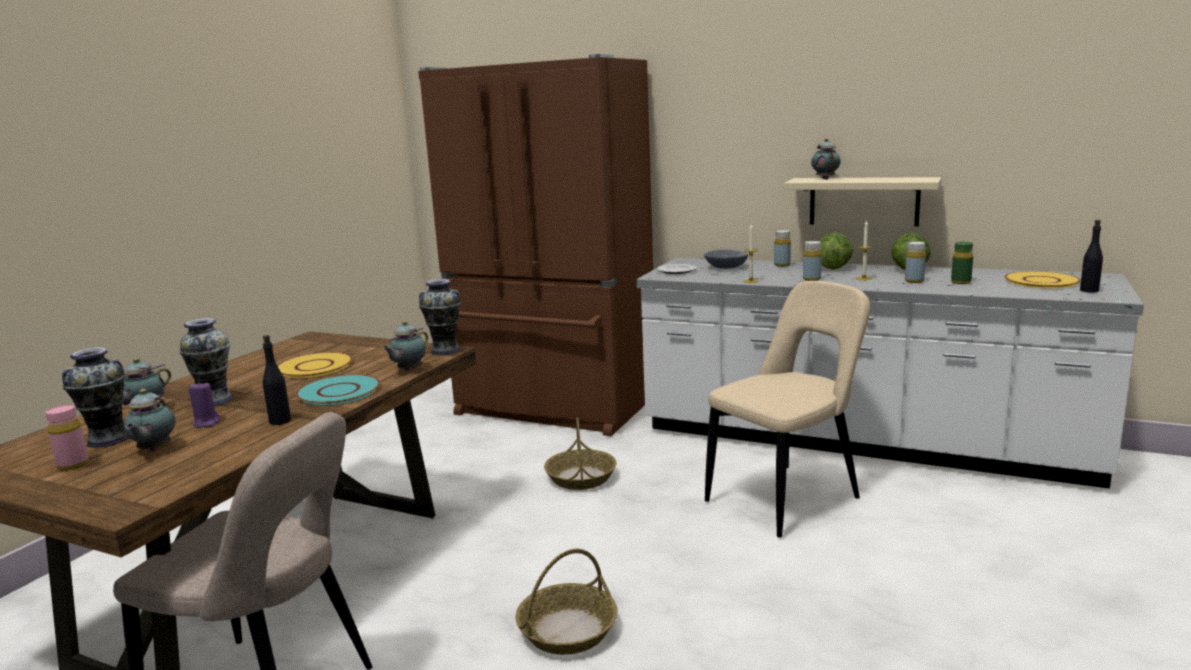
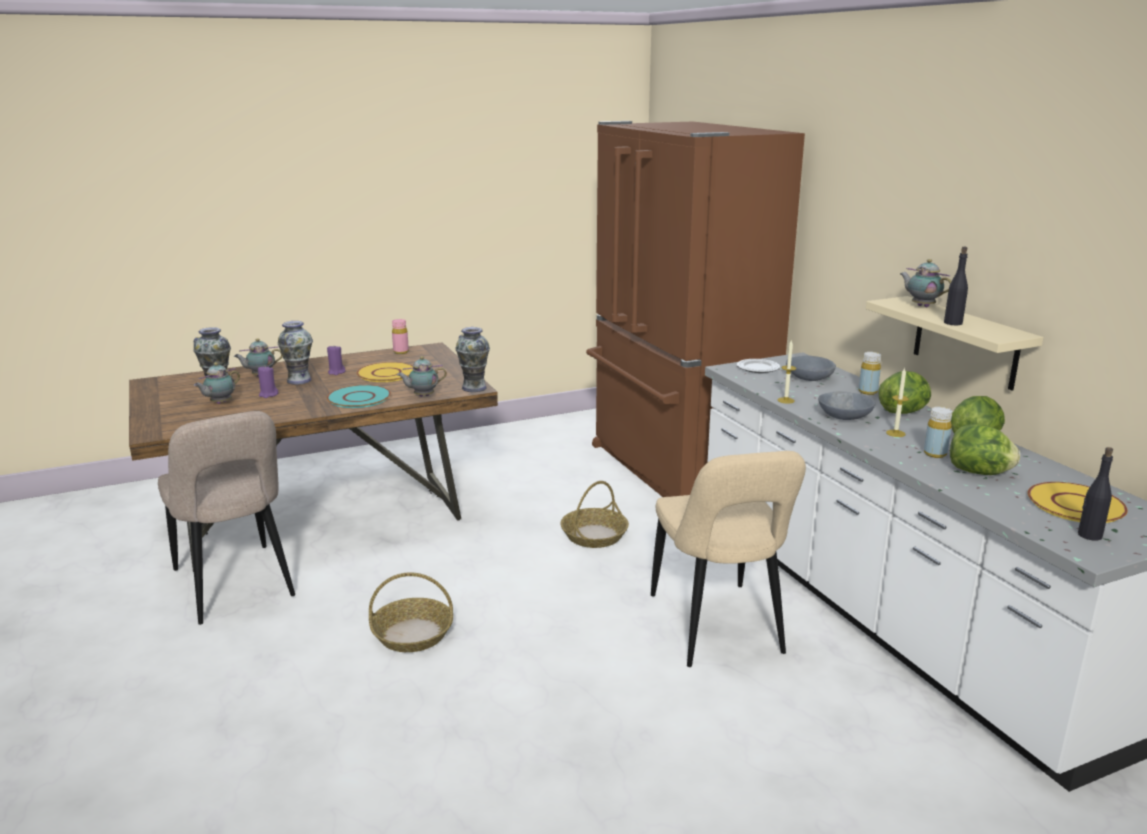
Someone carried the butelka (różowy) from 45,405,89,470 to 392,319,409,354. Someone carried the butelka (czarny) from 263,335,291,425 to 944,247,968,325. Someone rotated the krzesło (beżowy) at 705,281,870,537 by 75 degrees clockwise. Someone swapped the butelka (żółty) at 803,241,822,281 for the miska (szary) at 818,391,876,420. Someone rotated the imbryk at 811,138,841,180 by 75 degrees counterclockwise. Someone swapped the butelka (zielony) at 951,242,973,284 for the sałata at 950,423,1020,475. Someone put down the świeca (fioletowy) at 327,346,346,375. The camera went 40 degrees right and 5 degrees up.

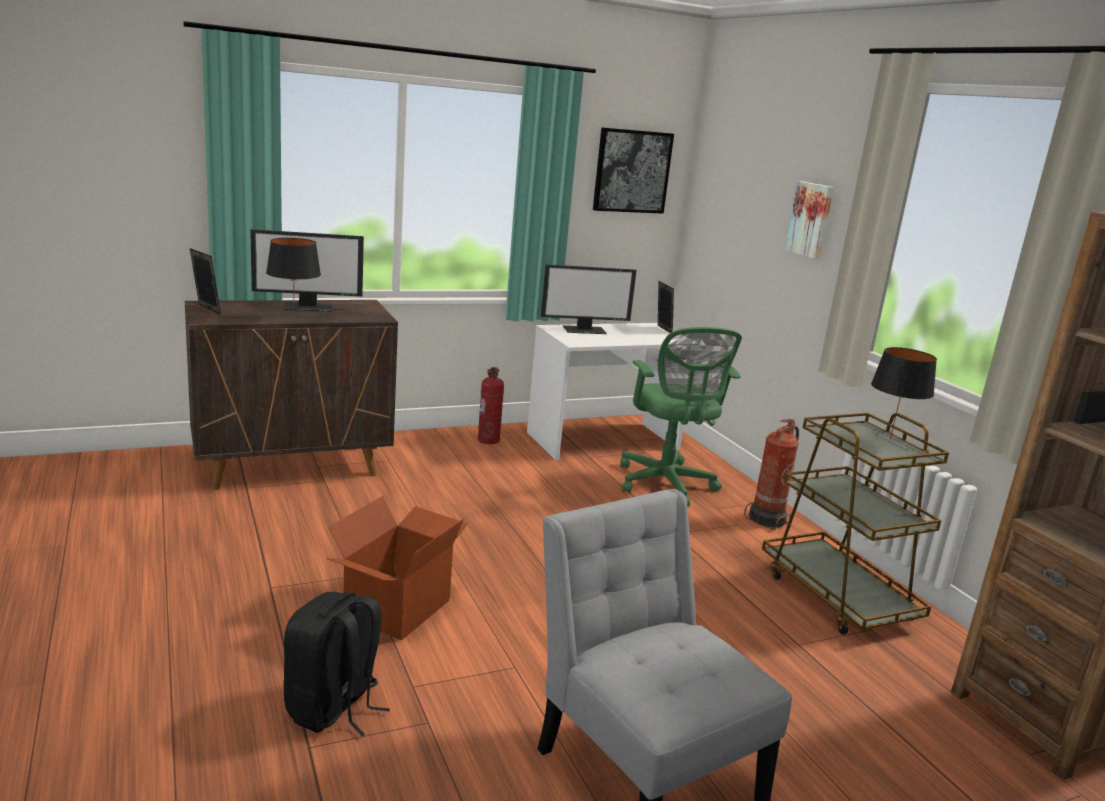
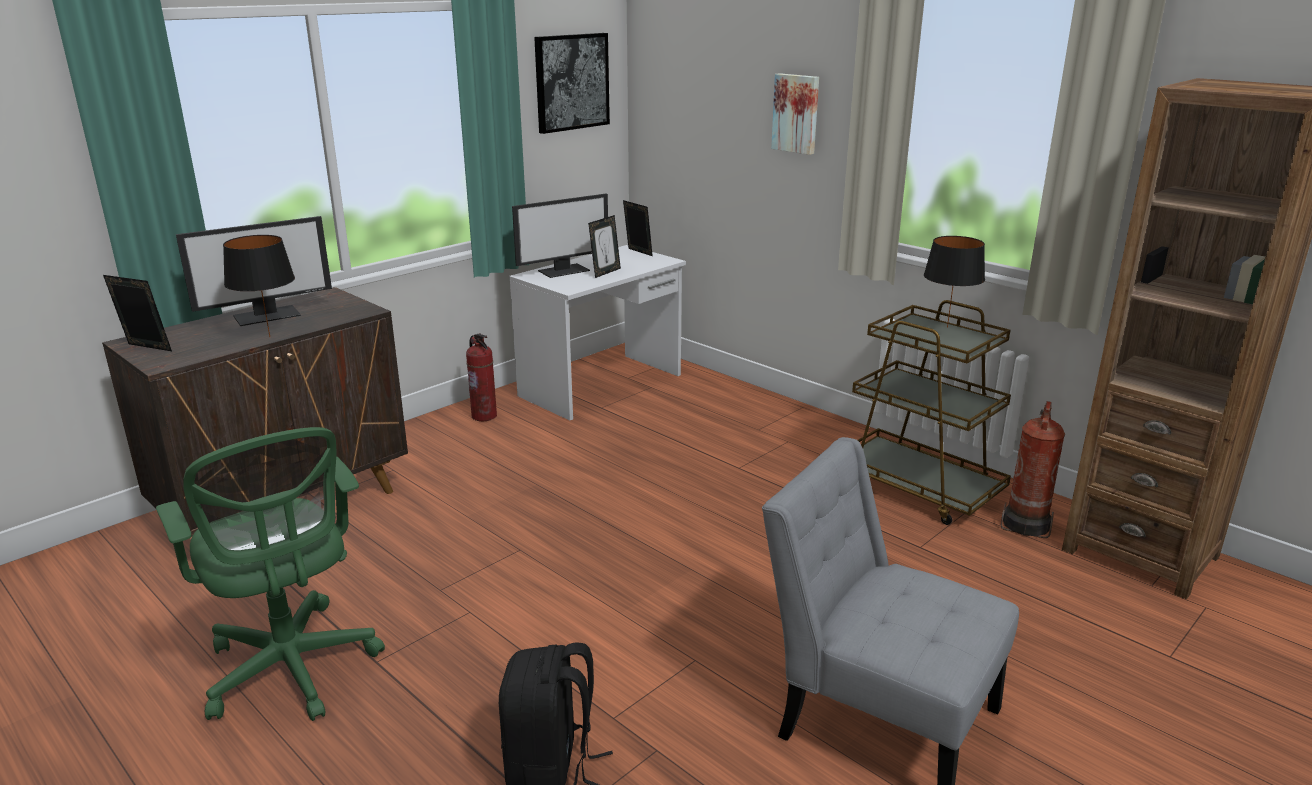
Someone took away the karton at 326,496,468,640. Someone carried the krzesło biurowe (zielony) from 620,327,742,507 to 156,427,385,721. Someone carried the gaśnica from 744,419,799,530 to 1000,401,1065,538. Someone put down the ramka na zdjęcie at 588,215,621,278. The camera went 20 degrees left and 5 degrees up.

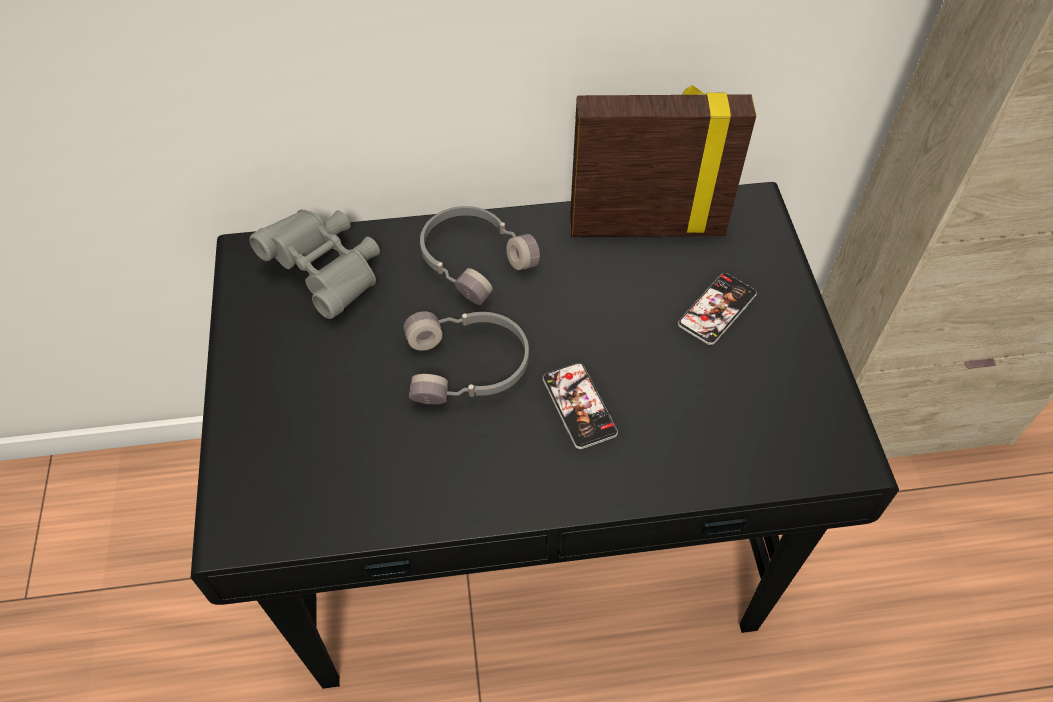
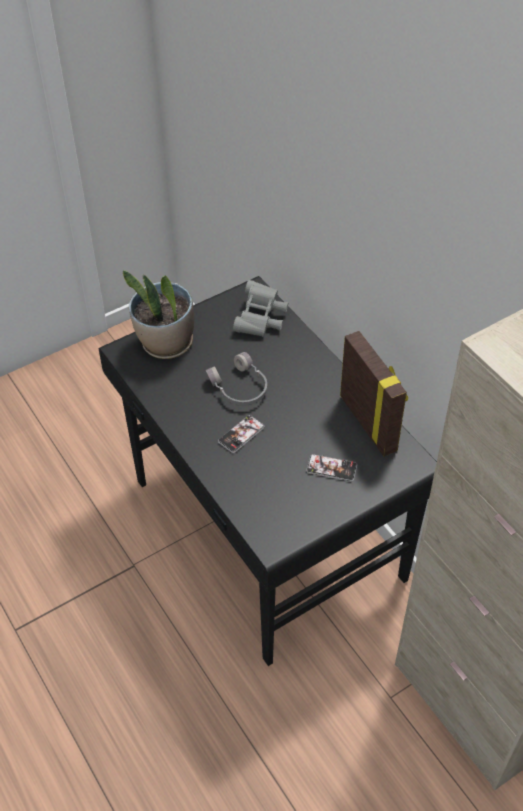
Someone took away the słuchawki (szary) at 420,206,540,305. Someone put down the roślina doniczkowa at 123,270,194,359. The camera went 65 degrees right and 5 degrees down.

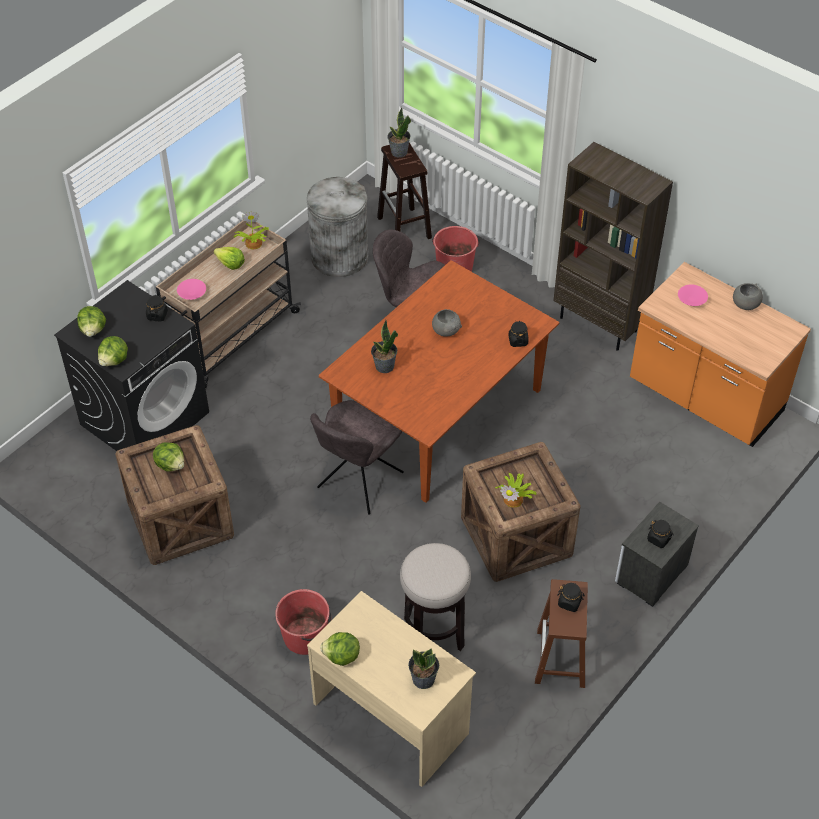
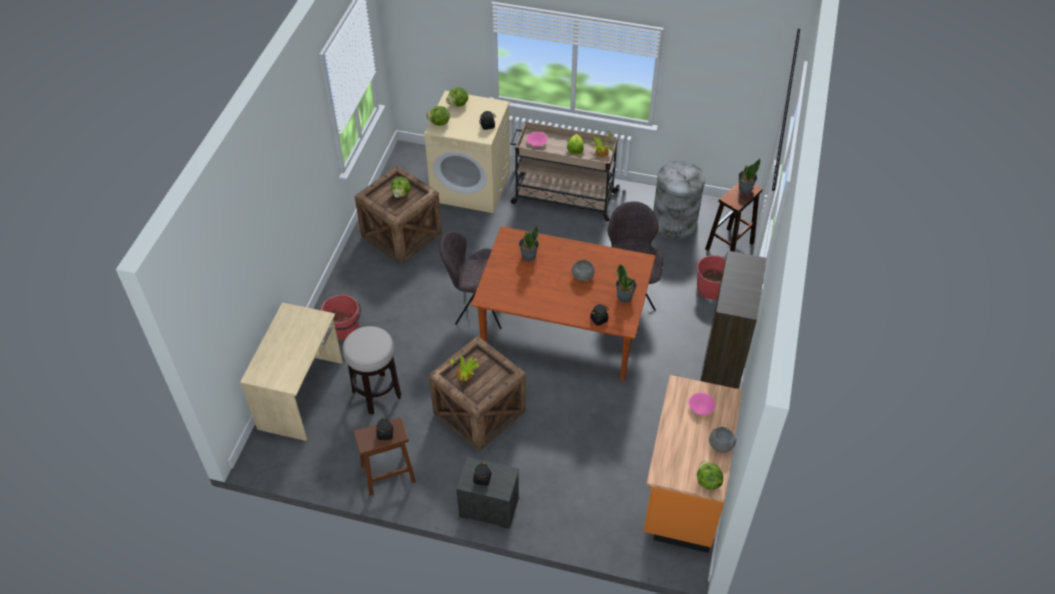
Someone repainted the pralka (czarny) at 54,280,209,451, which became the pralka (beżowy) at 424,91,510,213. Someone carried the sałata from 320,632,360,666 to 697,461,723,490. Someone carried the roślina doniczkowa from 408,648,439,689 to 616,264,637,303. The camera went 65 degrees right and 0 degrees up.

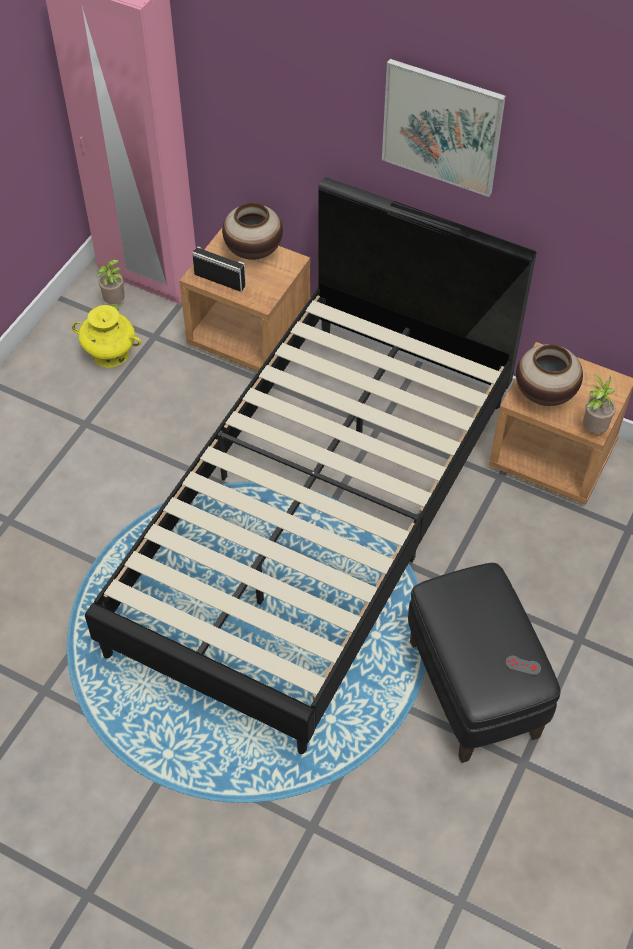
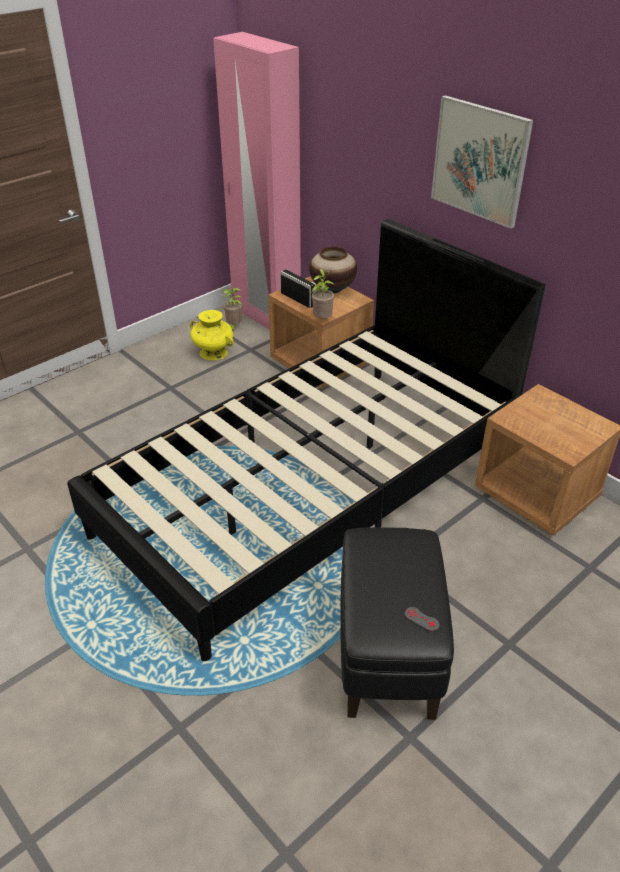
Someone took away the wazon at 516,344,583,406. Someone carried the roślina doniczkowa from 583,374,616,434 to 312,269,335,318. The camera went 20 degrees right and 15 degrees down.

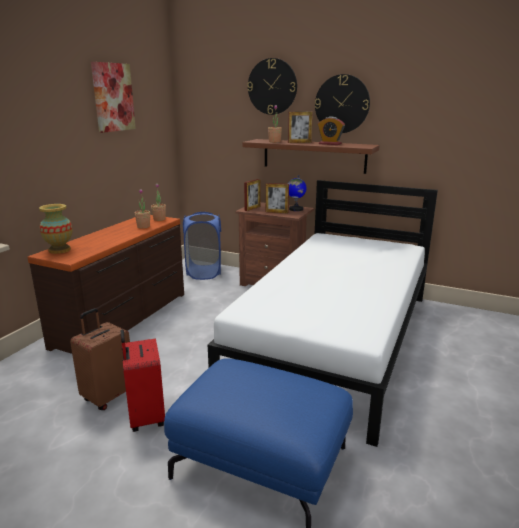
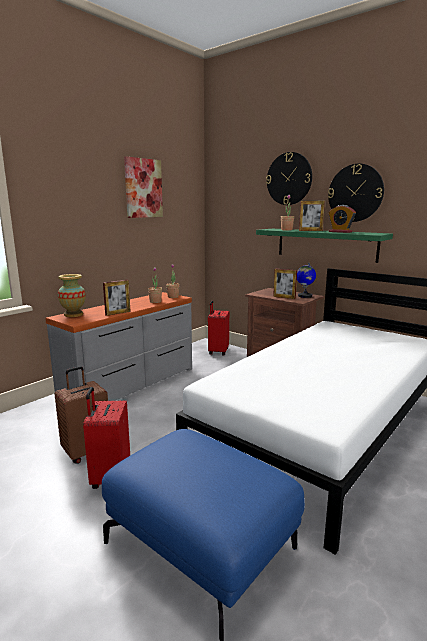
Someone repainted the komoda (brązowy) at 27,215,184,354, which became the komoda (szary) at 45,292,192,401. Someone swapped the kosz na pranie (niebieski) at 183,212,221,280 for the walizka (czerwony) at 208,301,229,355. Someone repainted the półka (brązowy) at 242,139,380,174, which became the półka (zielony) at 256,229,393,263. Someone carried the ramka na zdjęcie from 244,179,261,211 to 103,280,131,316. The camera went 15 degrees right and 5 degrees down.

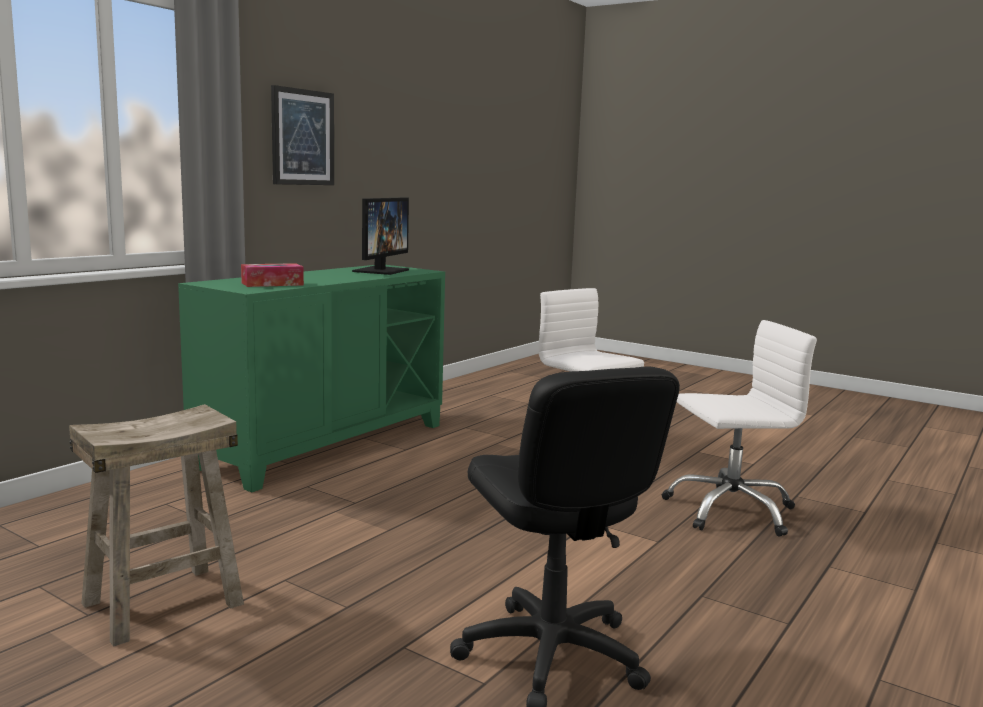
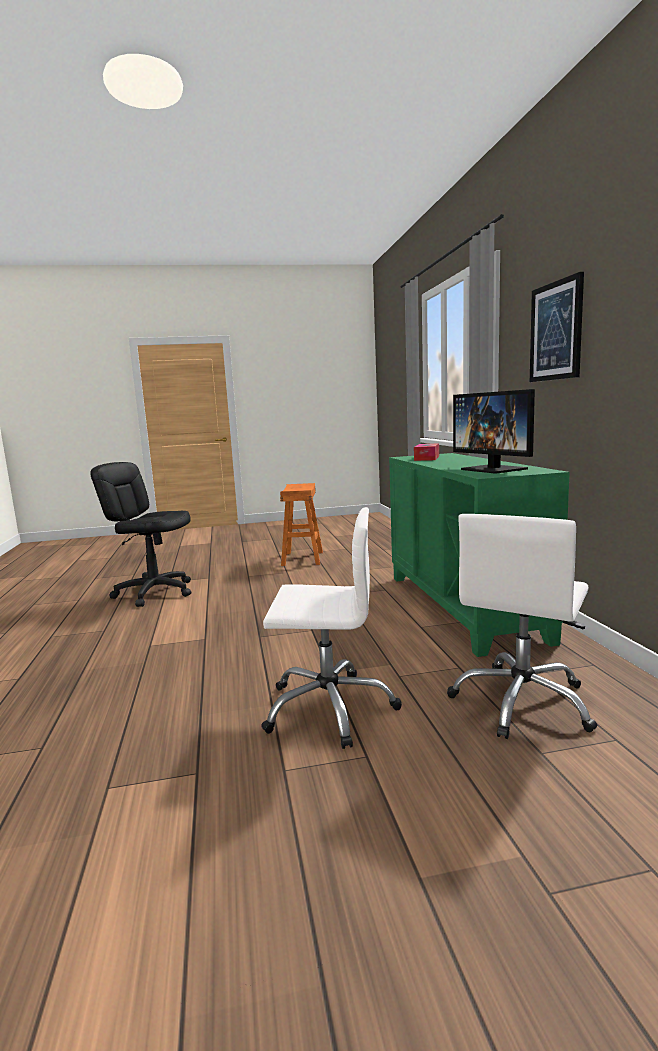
Someone repainted the stołek (beżowy) at 69,404,244,647, which became the stołek (pomarańczowy) at 280,483,323,566. Someone carried the krzesło biurowe (biały) from 662,320,817,537 to 447,514,597,739. The camera went 135 degrees right and 0 degrees up.

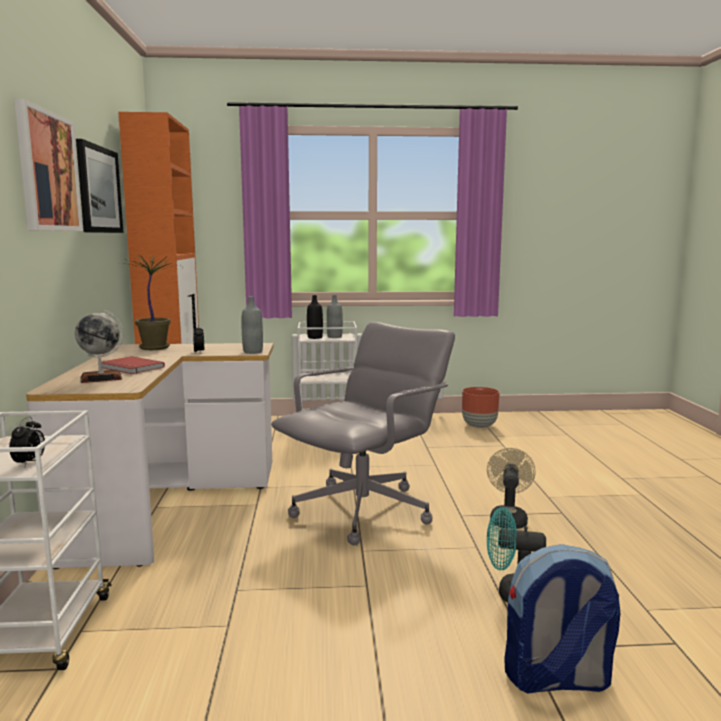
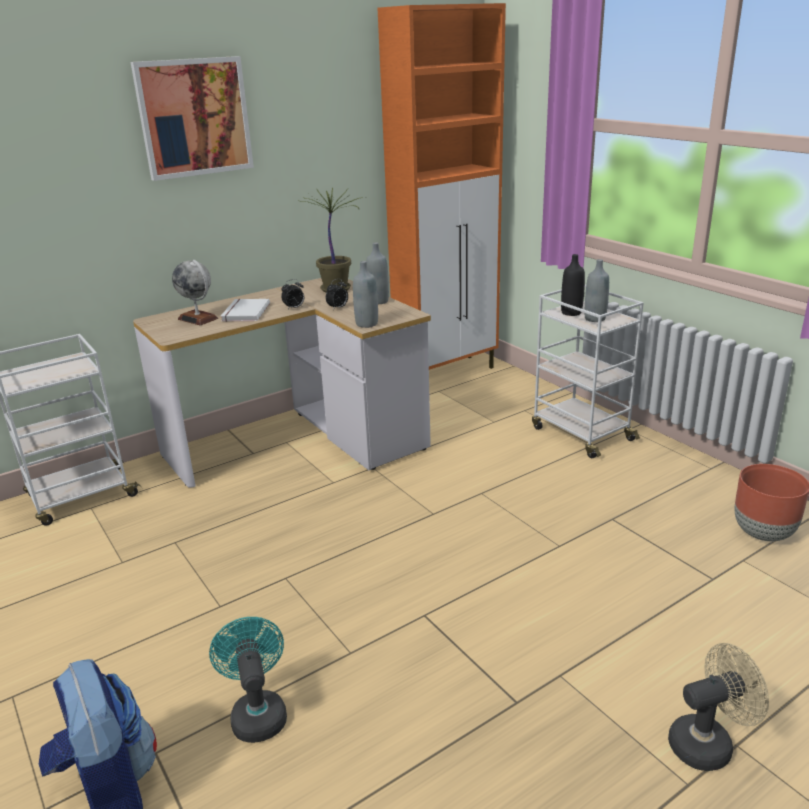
Someone carried the budzik from 9,416,45,468 to 281,279,304,309. Someone took away the obraz at 76,139,123,233. Someone repainted the książka (czerwony) at 101,356,165,374, which became the książka (biały) at 220,299,270,322. Someone took away the krzesło biurowe (szary) at 271,322,455,545. Someone carried the wentylator (beżowy) from 487,448,536,529 to 668,643,769,771. Someone put down the butelka (szary) at 366,242,389,304. The camera went 60 degrees right and 15 degrees up.

